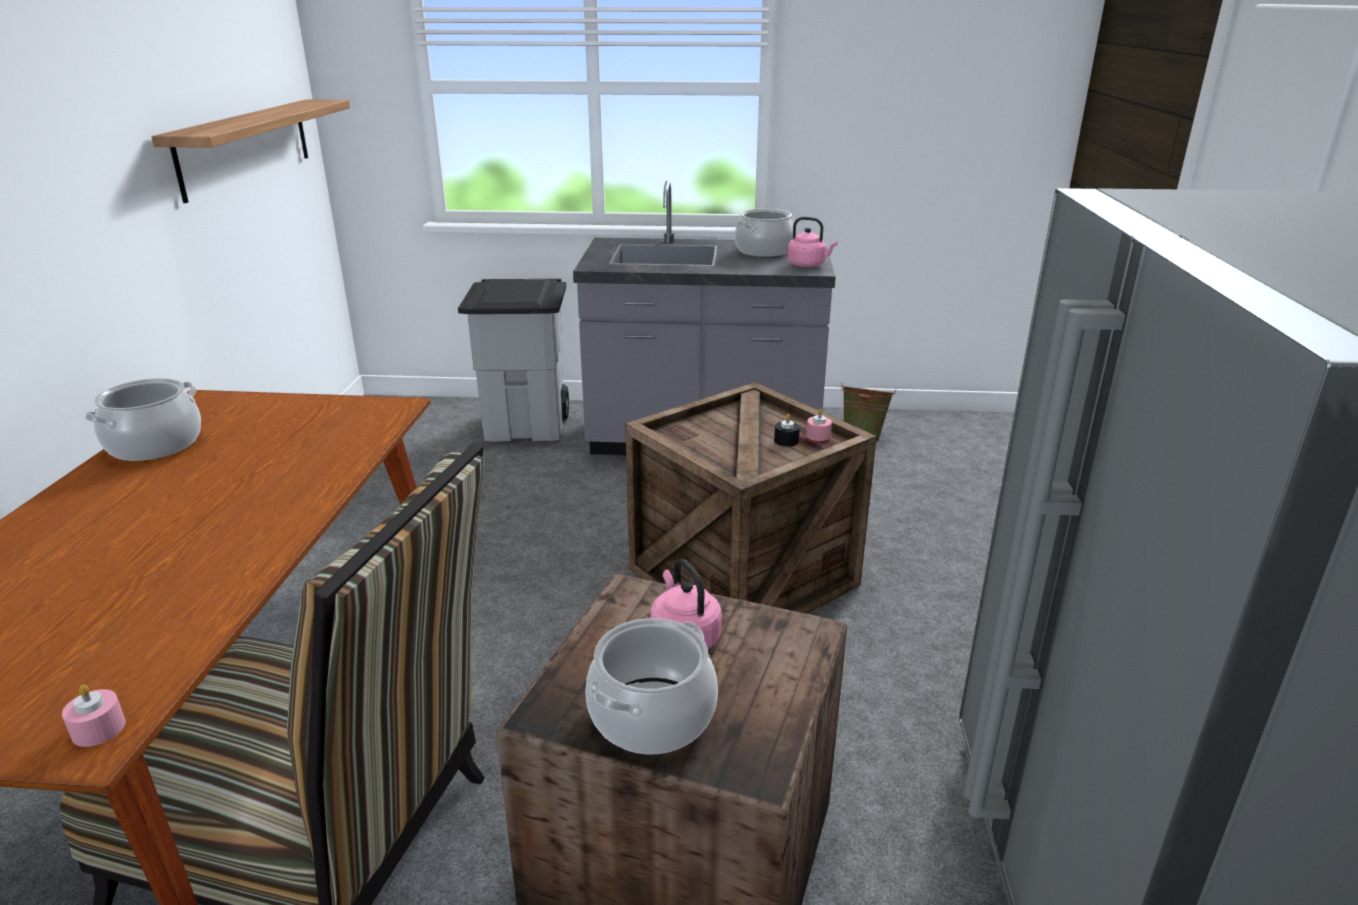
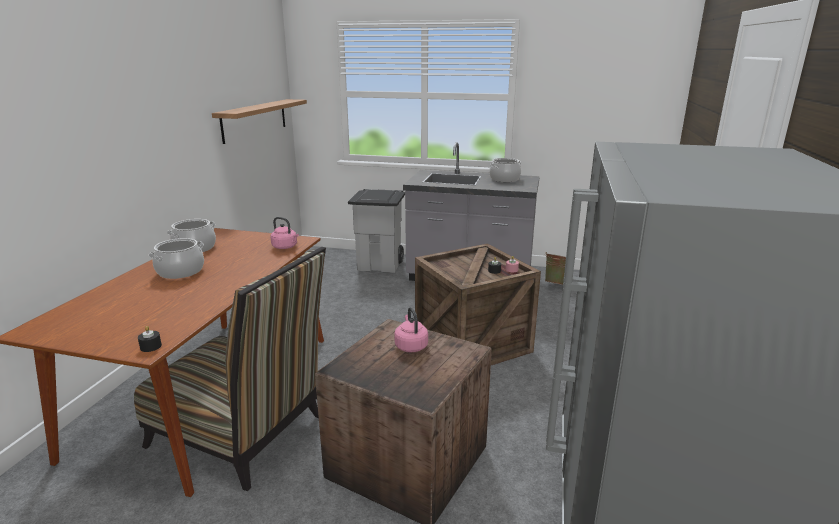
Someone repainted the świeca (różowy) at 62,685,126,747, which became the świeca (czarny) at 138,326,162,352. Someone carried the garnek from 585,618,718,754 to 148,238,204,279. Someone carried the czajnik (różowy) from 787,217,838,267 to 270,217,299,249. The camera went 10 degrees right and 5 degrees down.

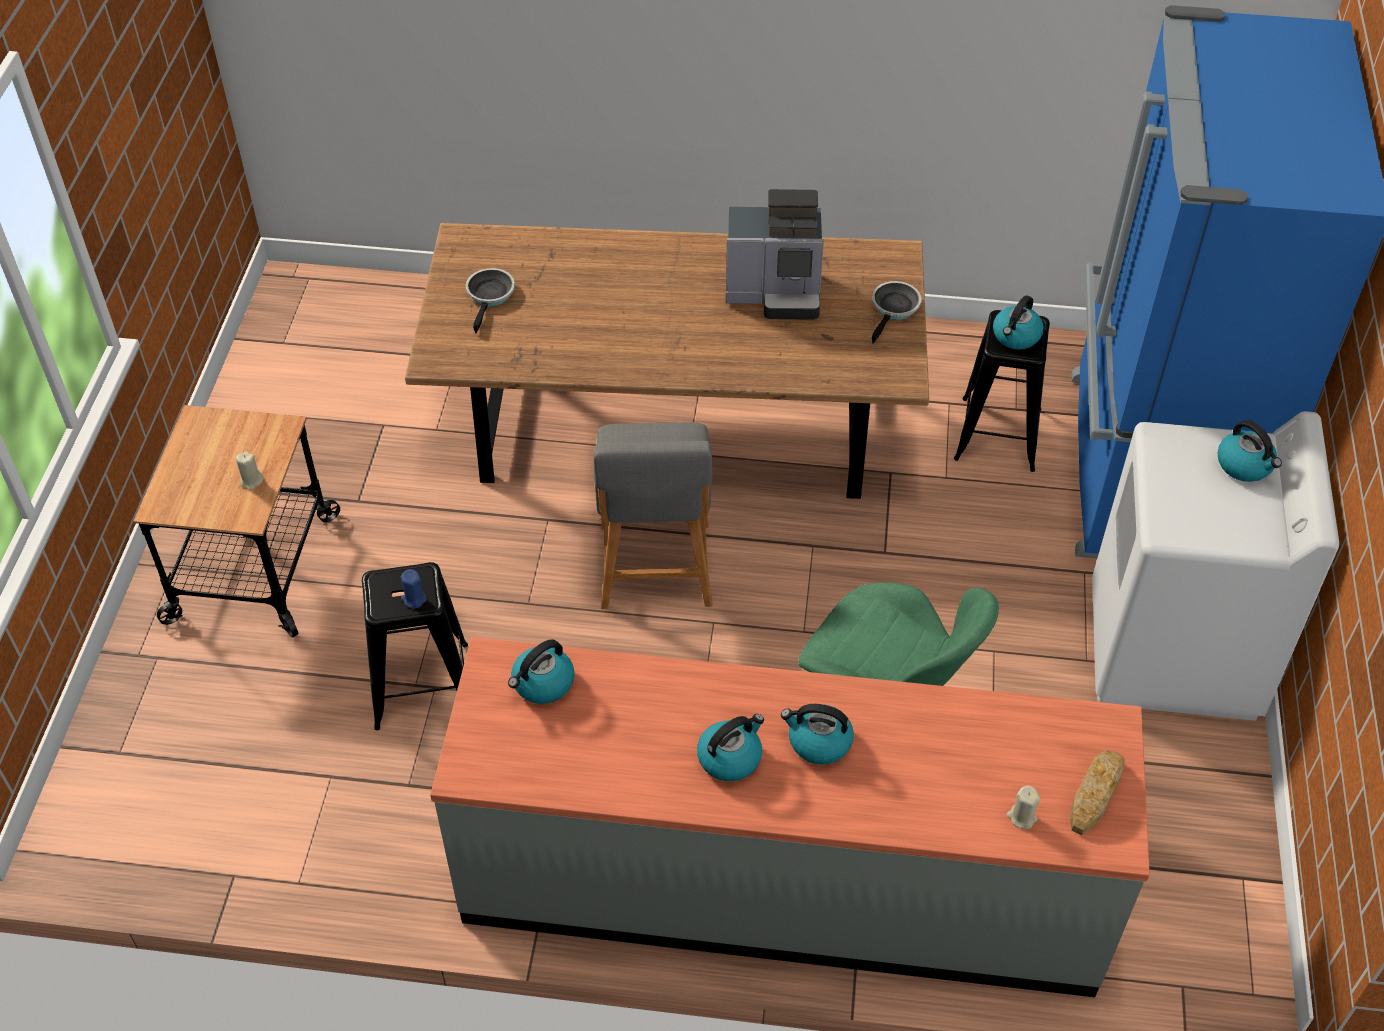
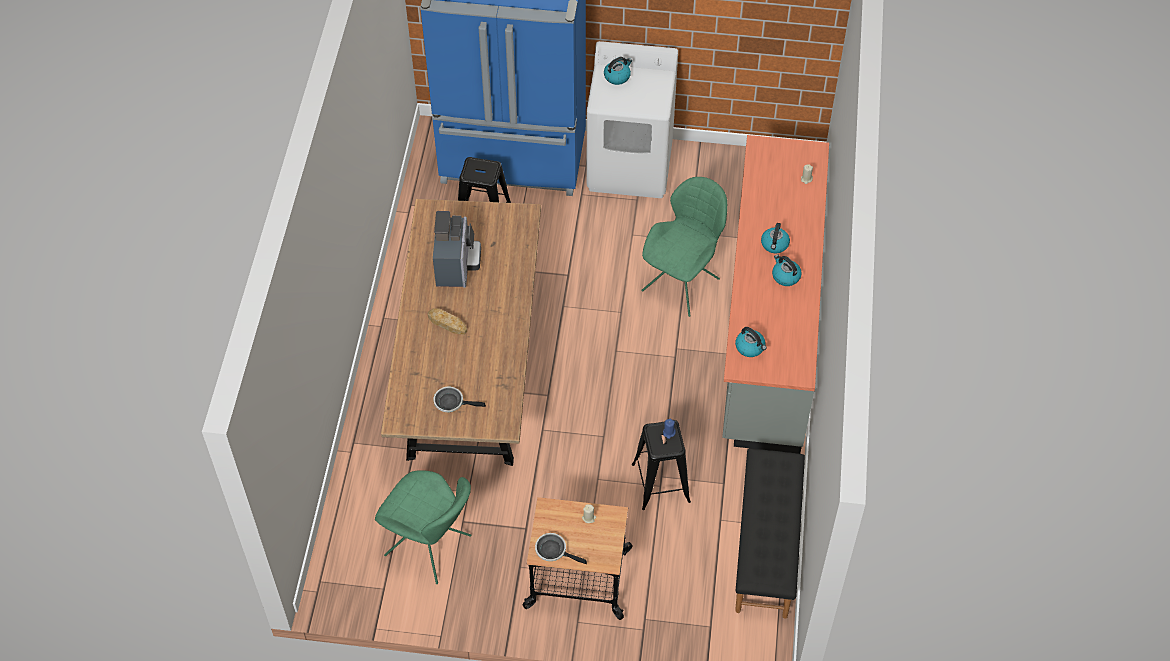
Someone took away the stołek (szary) at 594,422,713,609. Someone carried the patelnia from 872,281,921,344 to 535,533,587,564. Someone took away the czajnik at 993,295,1044,349. Someone carried the chleb from 1070,750,1125,835 to 427,308,467,335. Someone put down the krzesło (zielony) at 375,470,472,584. Someone put down the ławka (czarny) at 735,449,805,619. The camera went 90 degrees left and 5 degrees up.

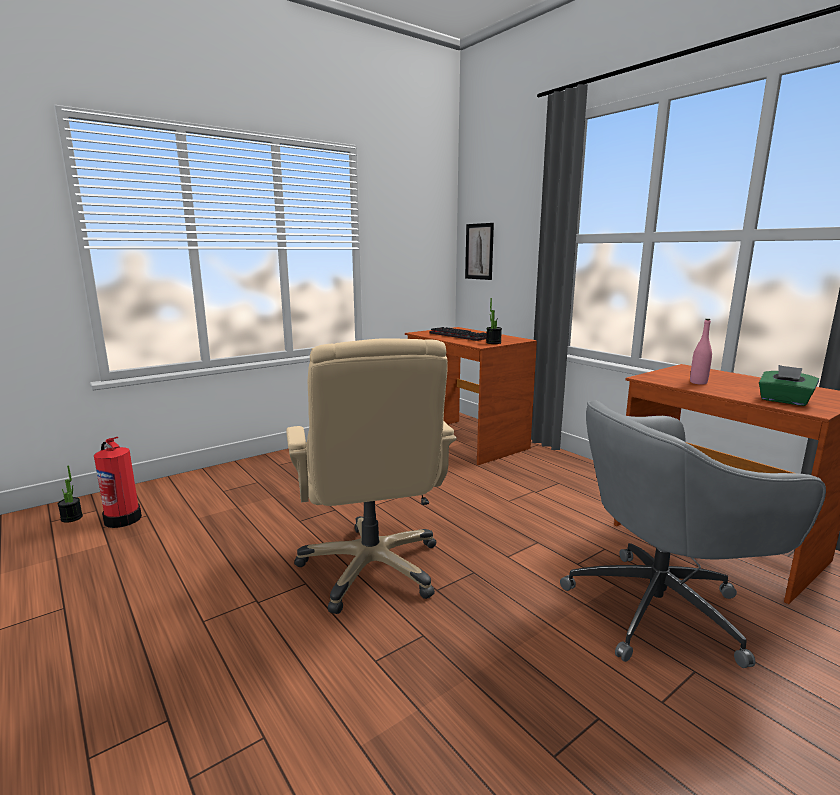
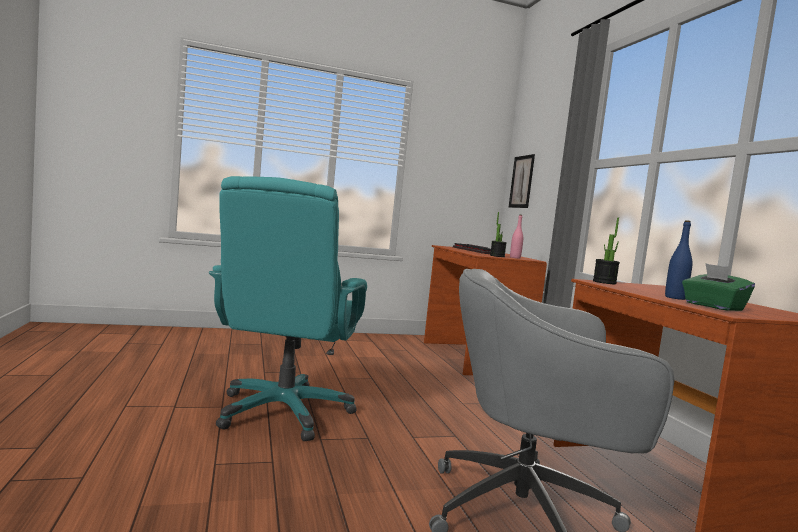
Someone carried the roślina doniczkowa from 58,466,83,523 to 593,217,620,284. Someone took away the gaśnica at 94,437,142,528. Someone repainted the krzesło biurowe (beżowy) at 286,338,457,614, which became the krzesło biurowe (turkusowy) at 209,176,367,441. Someone carried the butelka (różowy) from 690,319,712,385 to 510,214,523,258. Someone put down the butelka (niebieski) at 665,220,692,300. The camera went 20 degrees right and 10 degrees down.

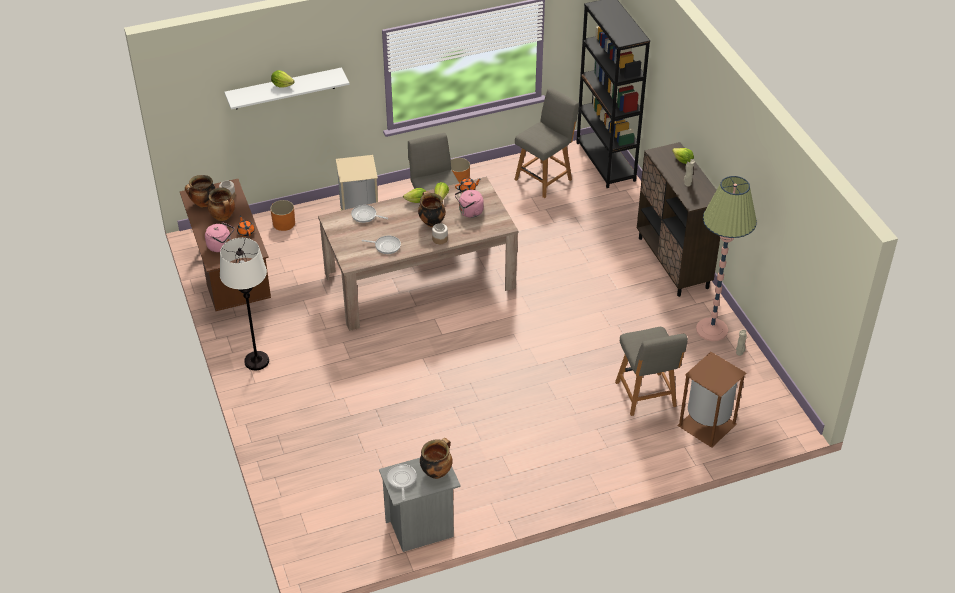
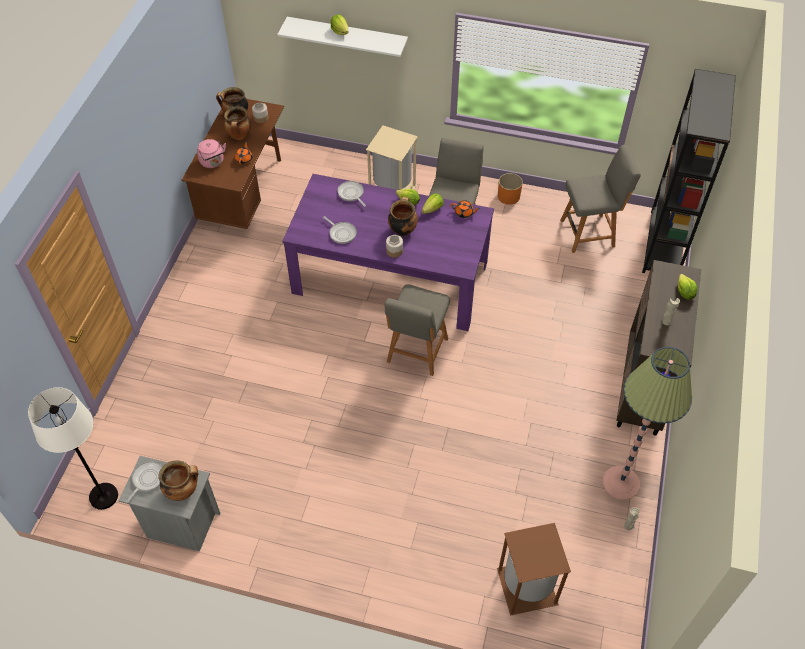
Someone carried the lampa stojąca (biały) from 220,238,269,370 to 28,387,118,510. Someone took away the donica (pomarańczowy) at 270,200,295,231. Someone repainted the stół jadalny (beżowy) at 318,177,518,331, which became the stół jadalny (fioletowy) at 282,174,494,331. Someone took away the czajnik (różowy) at 455,188,484,218. Someone carried the krzesło (szary) from 615,327,688,416 to 385,284,450,376. The camera went 35 degrees right and 10 degrees up.

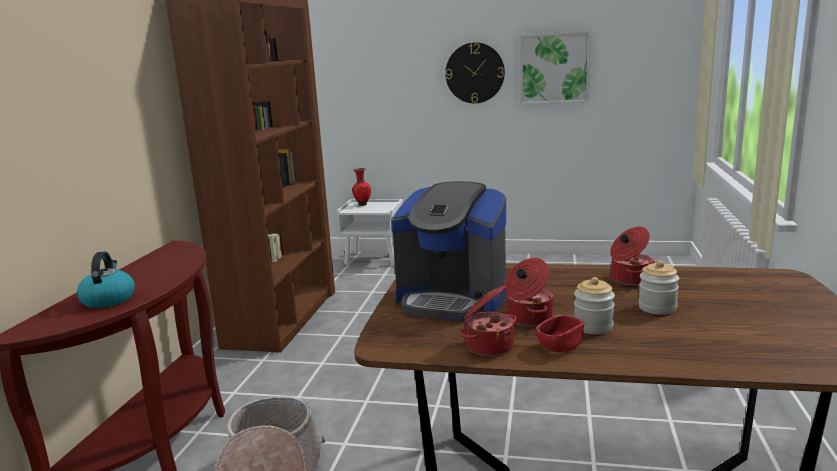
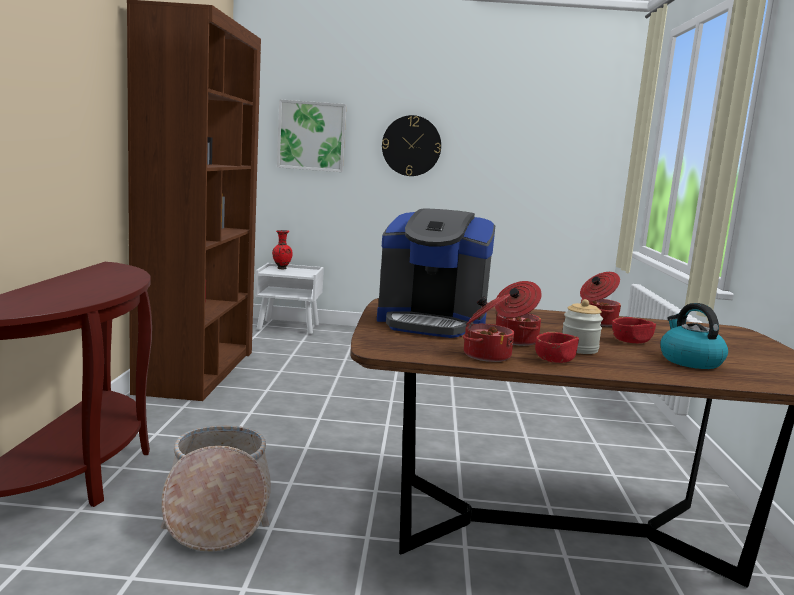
Someone carried the czajnik from 77,251,135,308 to 661,303,728,369. Someone carried the obraz from 520,31,591,105 to 277,99,346,172. Someone swapped the słoik at 638,260,679,315 for the miska (czerwony) at 612,317,656,343. The camera went 10 degrees left and 5 degrees down.

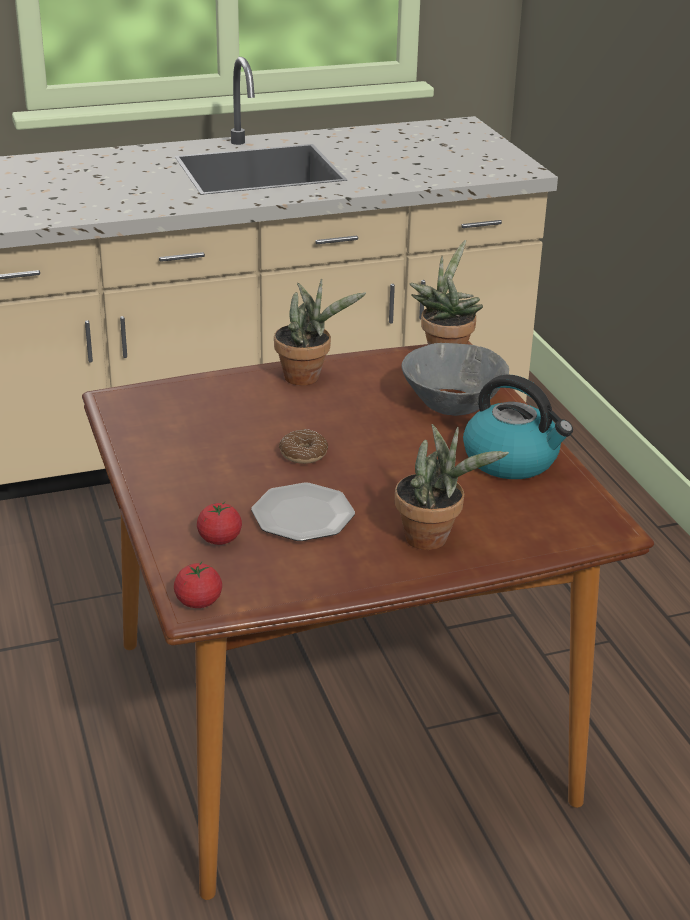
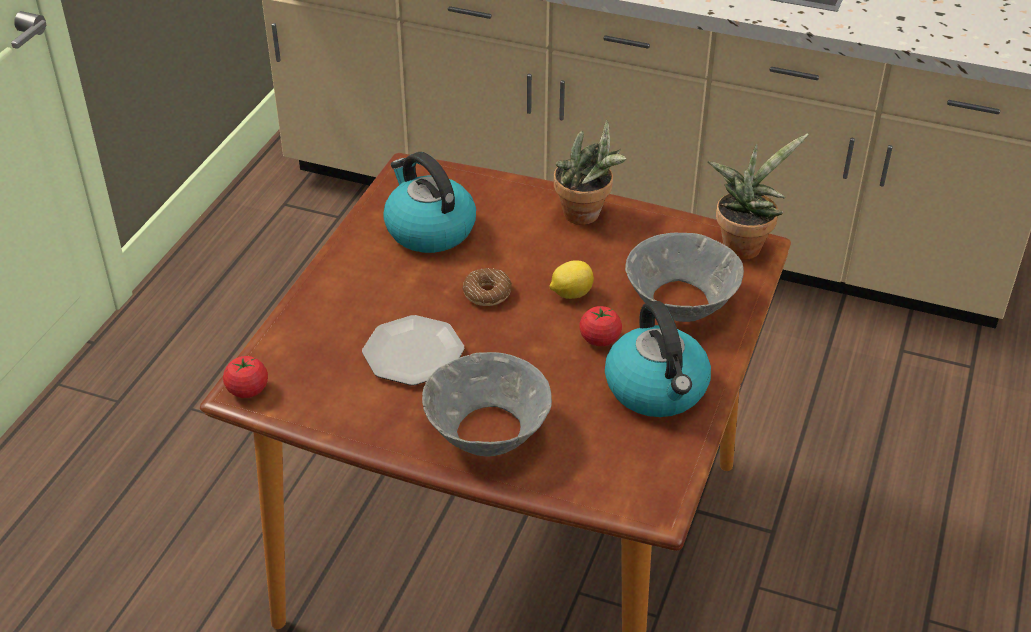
Someone carried the pomidor from 197,501,242,545 to 579,306,622,346. Someone swapped the roślina doniczkowa at 395,424,509,550 for the miska (szary) at 422,352,552,457. Someone put down the czajnik at 383,152,476,253. Someone put down the cytryna at 549,260,594,299. The camera went 40 degrees right and 10 degrees up.

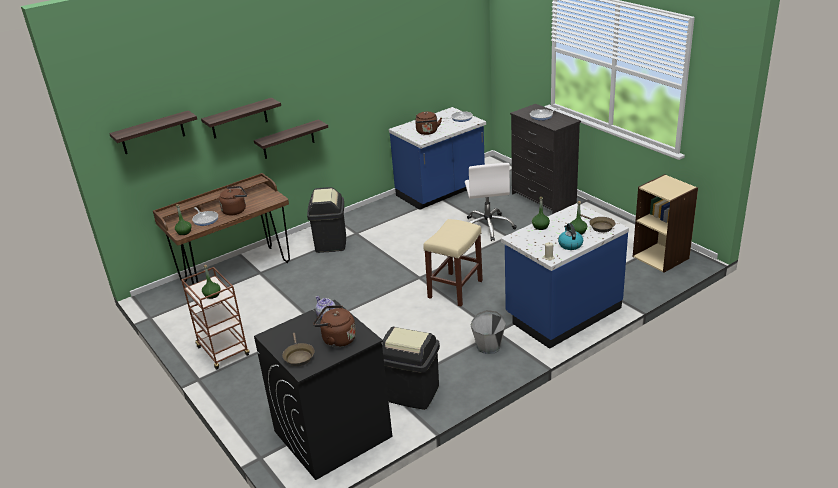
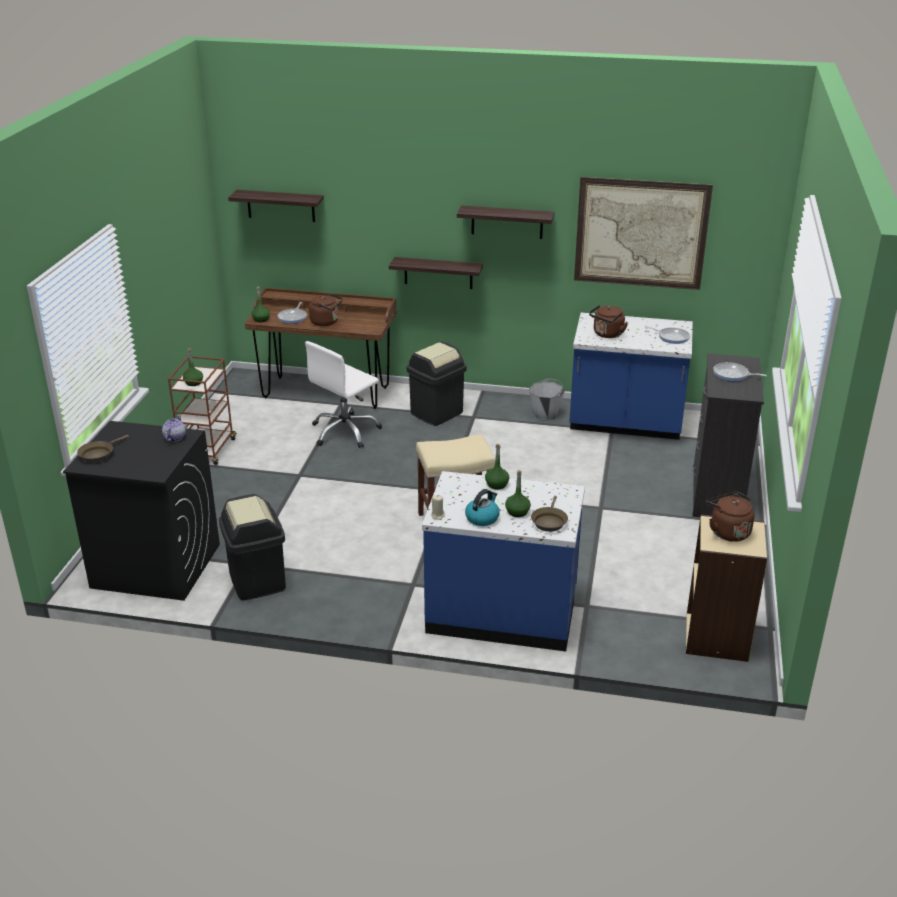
Someone carried the półka from 201,98,281,139 to 457,206,555,239. Someone carried the czajnik (brązowy) from 313,305,356,347 to 706,492,755,542. Someone carried the krzesło biurowe (biały) from 465,163,517,241 to 305,341,382,448. Someone carried the wiadro (szary) from 471,310,506,354 to 529,378,565,421. Someone put up the obraz at 574,177,713,290. The camera went 45 degrees right and 0 degrees up.

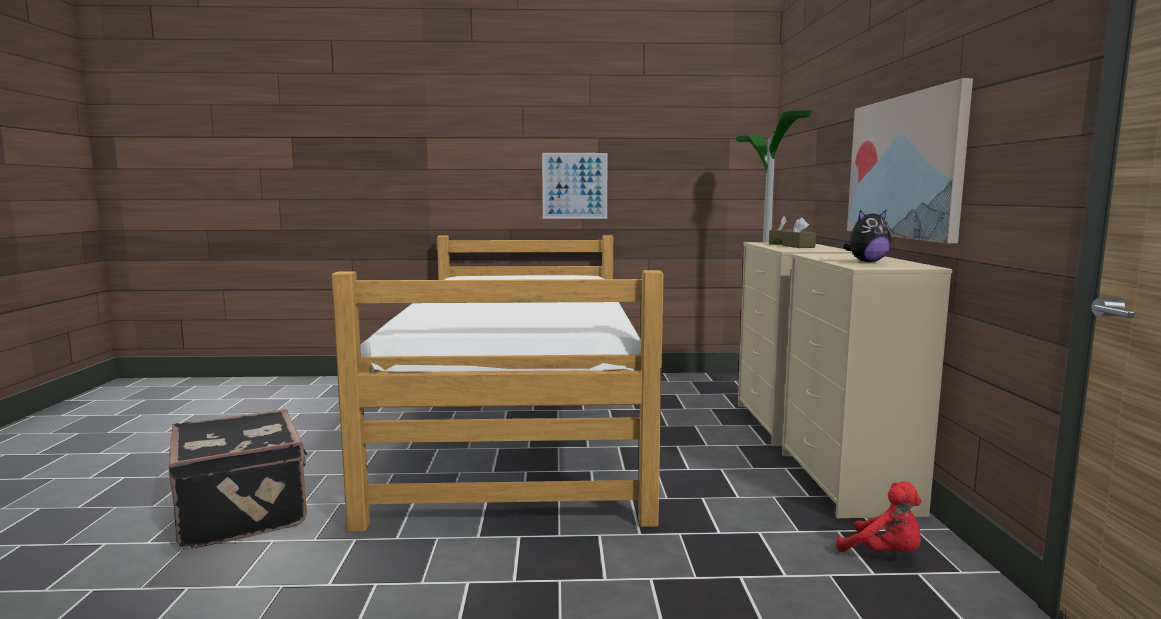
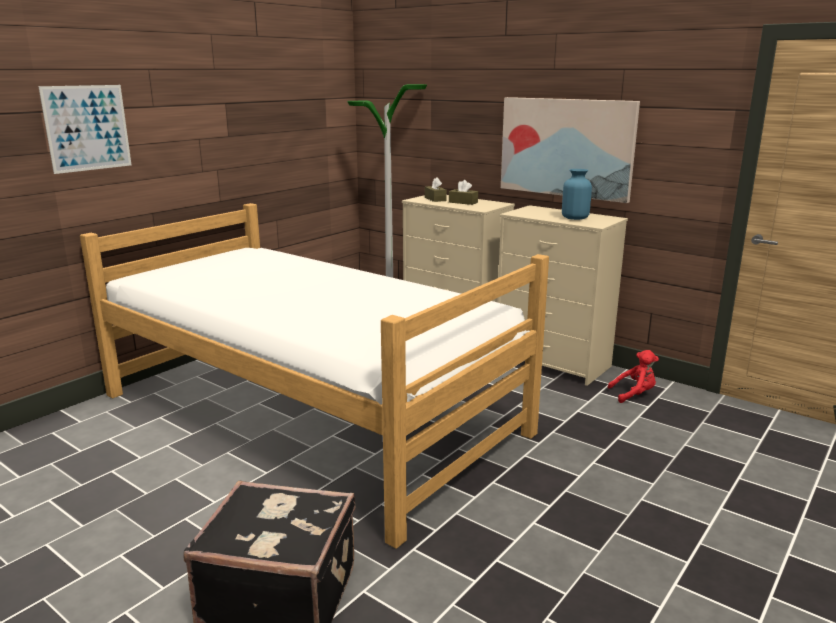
Someone carried the obraz from 542,153,608,219 to 38,85,132,174. Someone swapped the pluszak at 843,209,891,262 for the wazon (niebieski) at 562,169,592,220. The camera went 50 degrees left and 10 degrees up.

